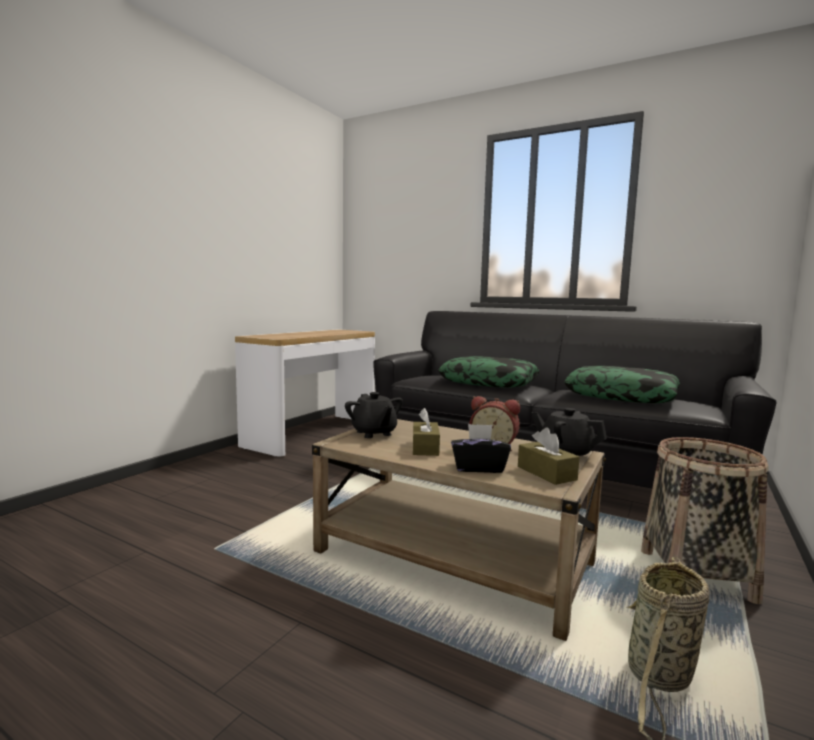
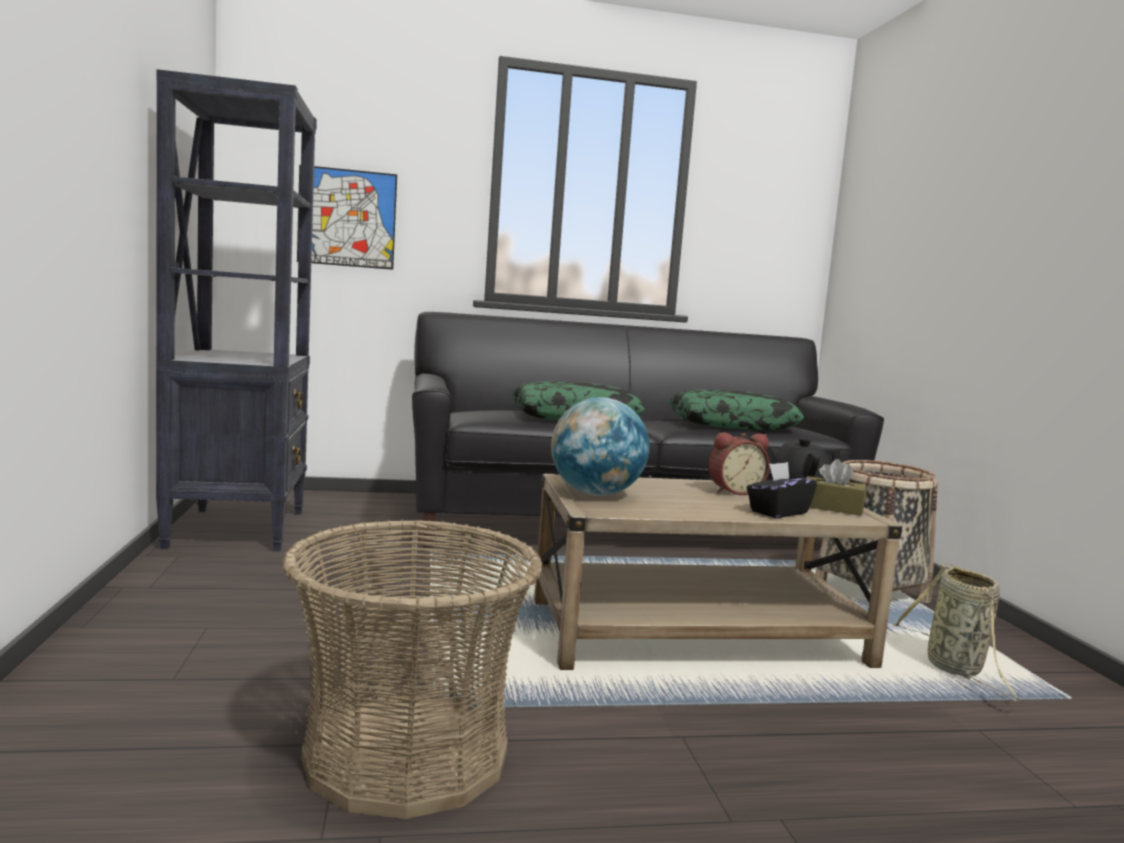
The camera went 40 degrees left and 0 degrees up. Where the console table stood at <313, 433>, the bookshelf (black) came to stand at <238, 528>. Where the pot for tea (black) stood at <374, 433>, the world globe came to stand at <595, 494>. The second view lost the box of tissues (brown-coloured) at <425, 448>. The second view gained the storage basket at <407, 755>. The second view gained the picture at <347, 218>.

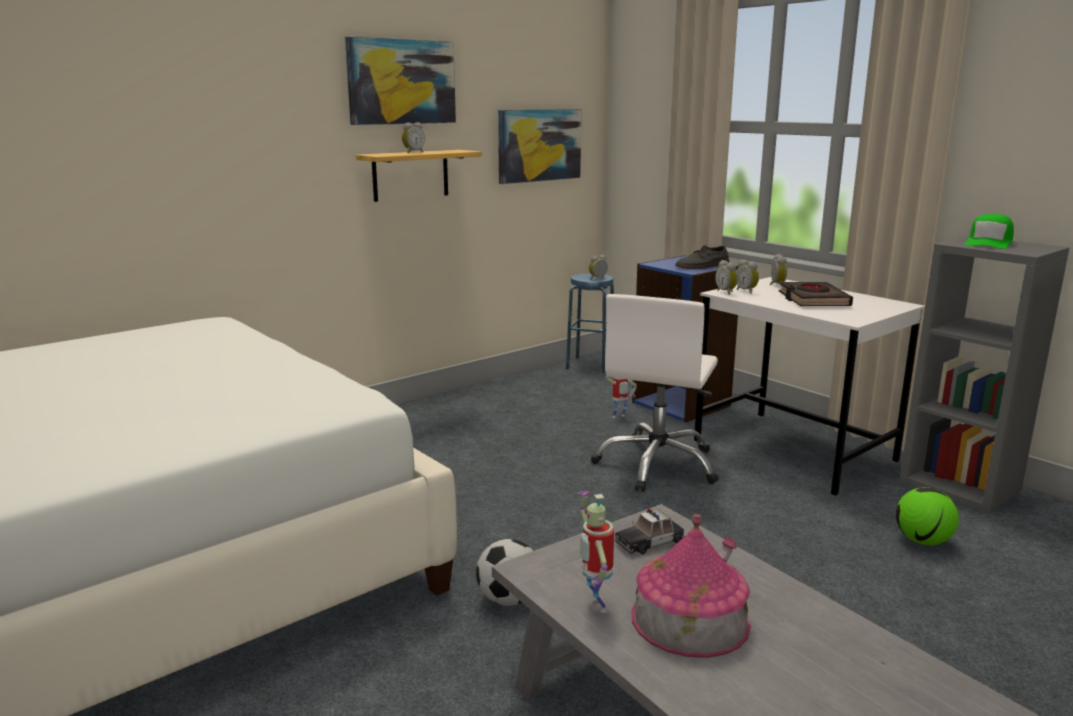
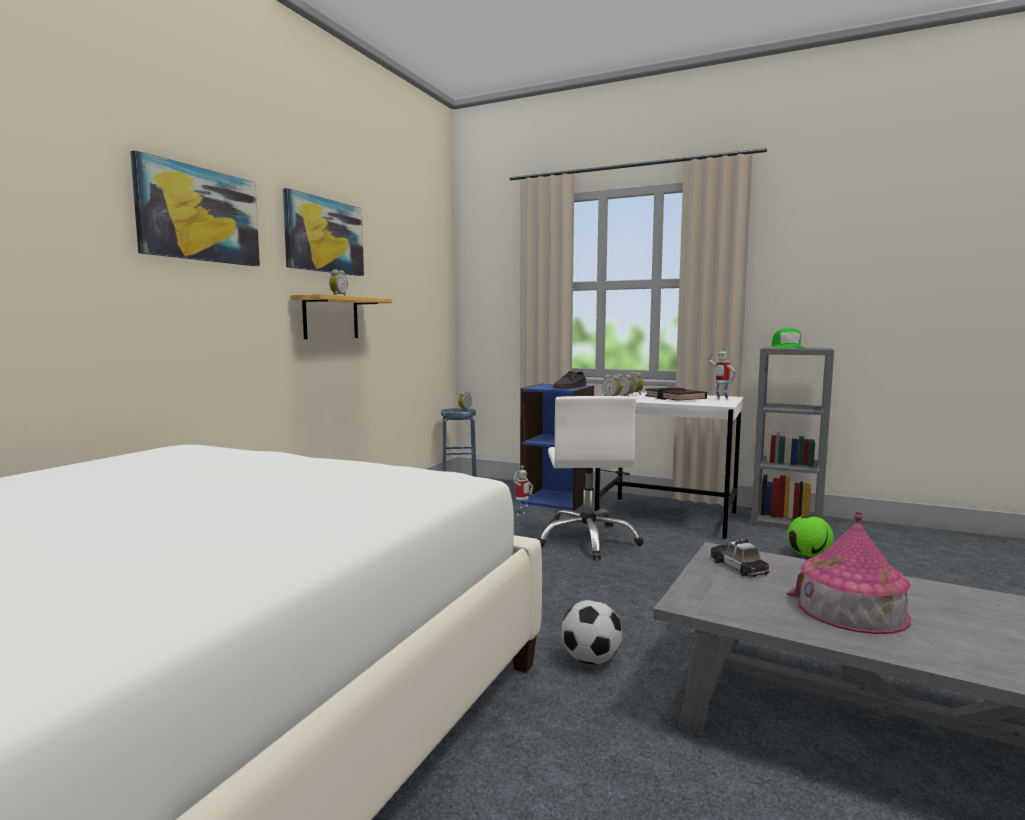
The camera went 25 degrees left and 10 degrees down. The picture ended up elsewhere, having gone from <539, 145> to <199, 214>. The toy robot ended up elsewhere, having gone from <595, 604> to <721, 399>. The model car at <649, 541> ended up facing another way, 120 degrees clockwise from before.

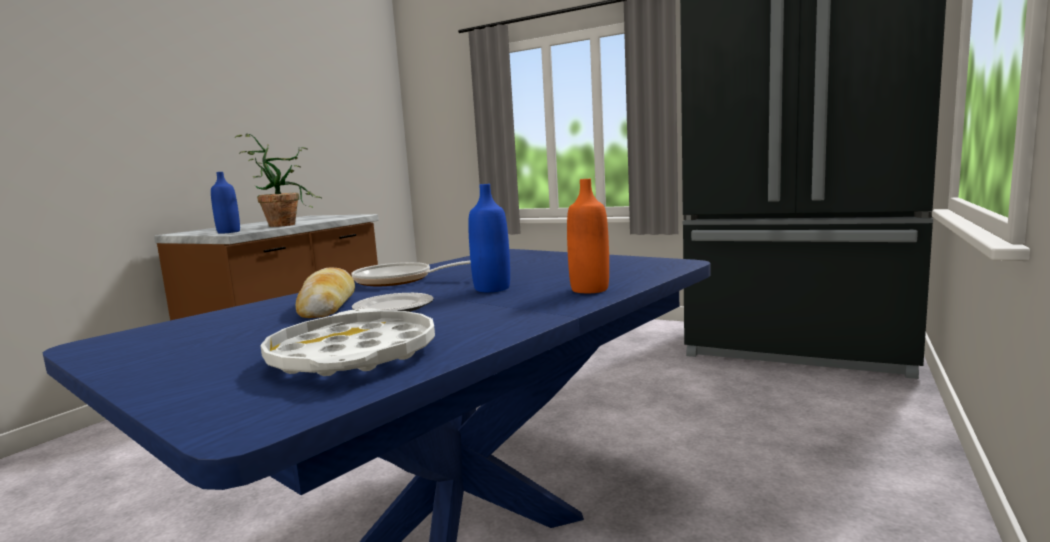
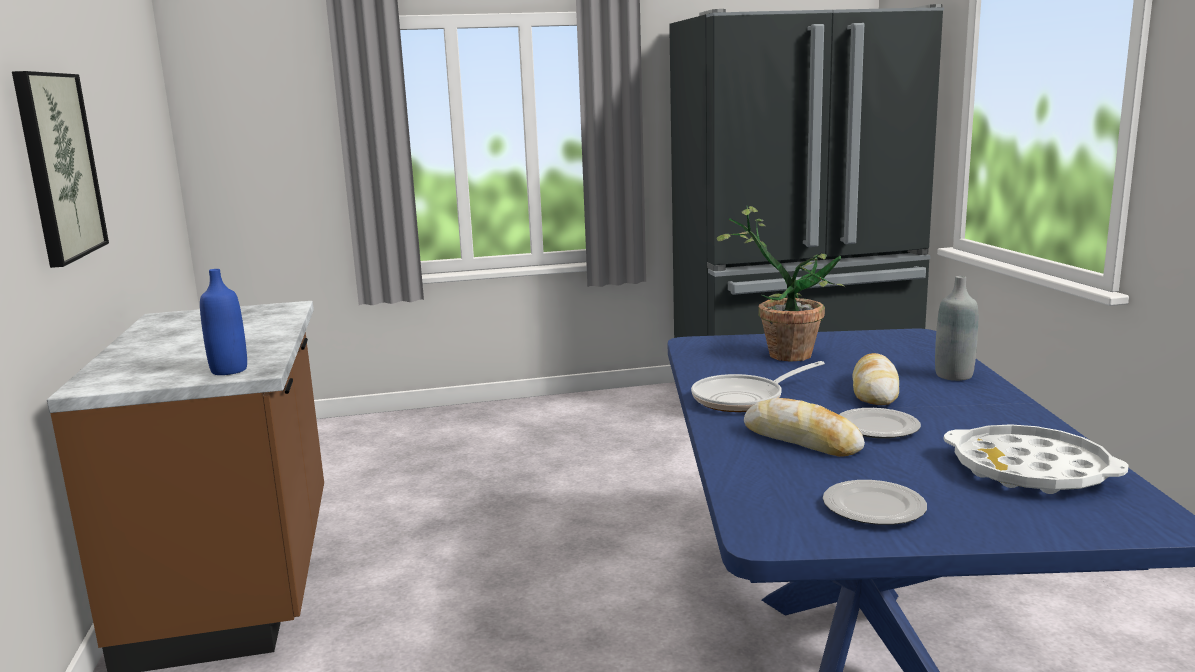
The camera went 40 degrees left and 5 degrees up. The potted plant ended up elsewhere, having gone from <285, 224> to <780, 353>. Where the bottle (bluish) stood at <492, 288>, the bakery bread came to stand at <874, 390>. What was the bottle (orange-coloured) at <589, 289> turned into the bottle (gray) at <953, 375>. The second view gained the picture at <58, 166>. The second view gained the flat dish at <872, 508>.

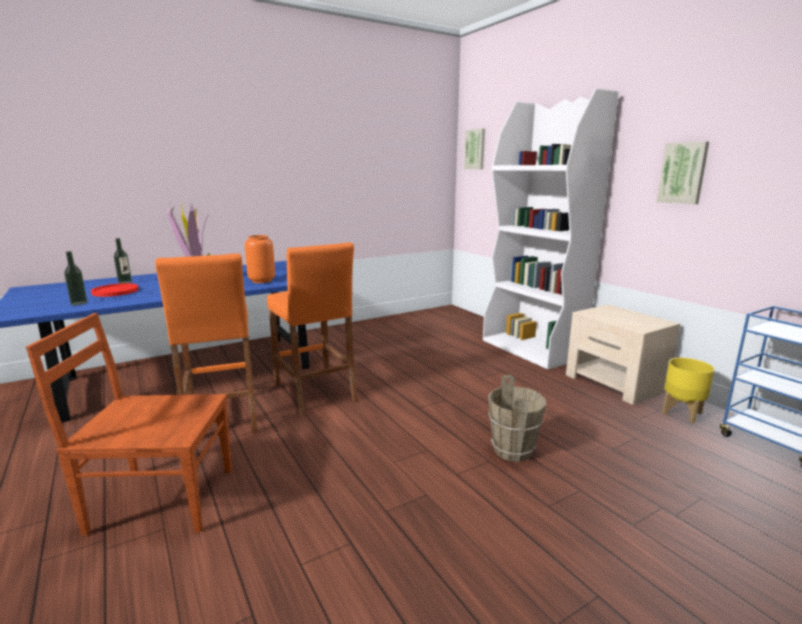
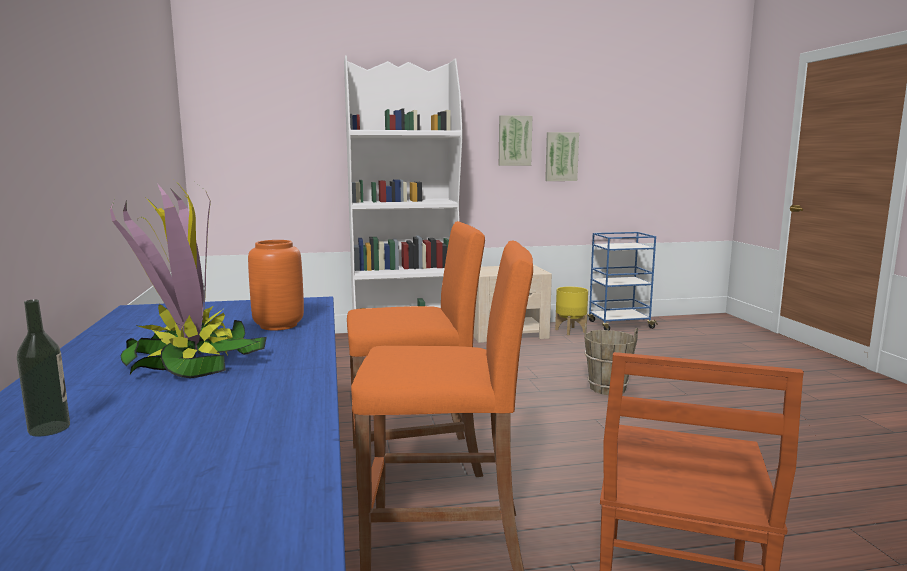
The camera went 70 degrees left and 5 degrees down. The second view lost the bottle at <79, 303>. The second view lost the flat dish (reddish) at <115, 291>. The picture ended up elsewhere, having gone from <475, 149> to <561, 156>.

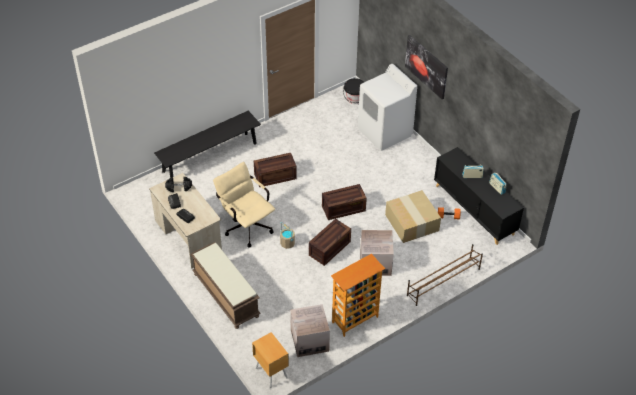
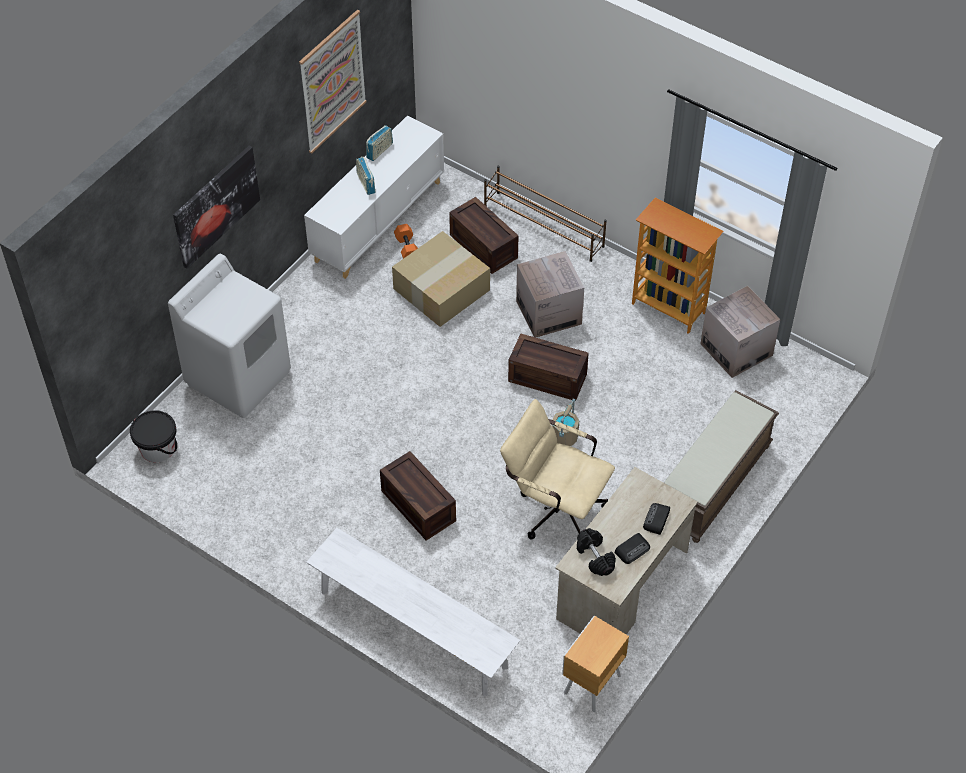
The camera went 110 degrees left and 5 degrees up. What was the bench (black) at <210, 157> turned into the bench (white-coloured) at <413, 629>. The desk chair (beige-coloured) at <246, 225> ended up facing another way, 90 degrees clockwise from before. The bedside table (brown-coloured) ended up elsewhere, having gone from <271, 372> to <590, 685>. The packing crate ended up elsewhere, having gone from <343, 209> to <485, 246>. What was the cupboard (black) at <474, 210> turned into the cupboard (white-coloured) at <378, 221>. The second view gained the picture at <332, 82>.

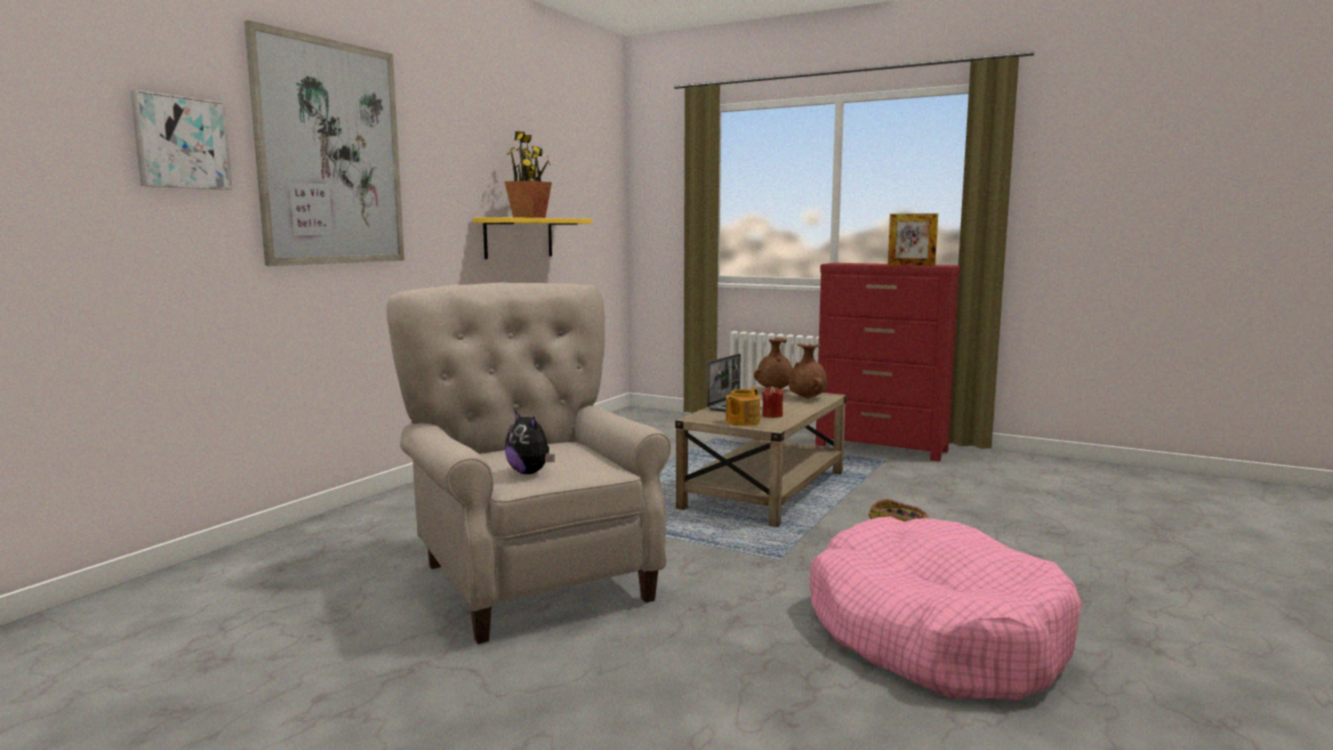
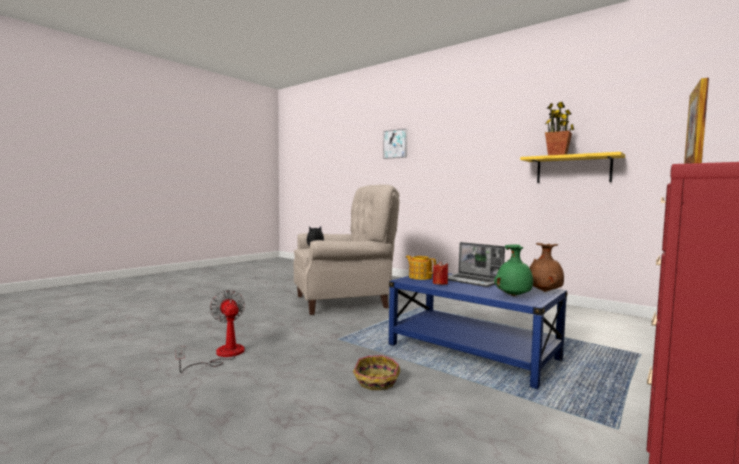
The camera went 100 degrees right and 5 degrees down. The second view lost the picture at <330, 153>. What was the coffee table (beige-coloured) at <765, 490> turned into the coffee table (bluish) at <472, 352>. What was the flower vase (brown-coloured) at <808, 398> turned into the flower vase (green) at <514, 296>. Where the dog bed (pink) stood at <934, 635>, the cooling fan came to stand at <222, 355>.

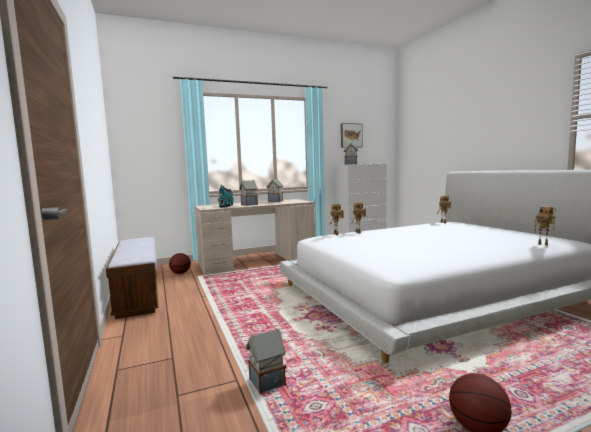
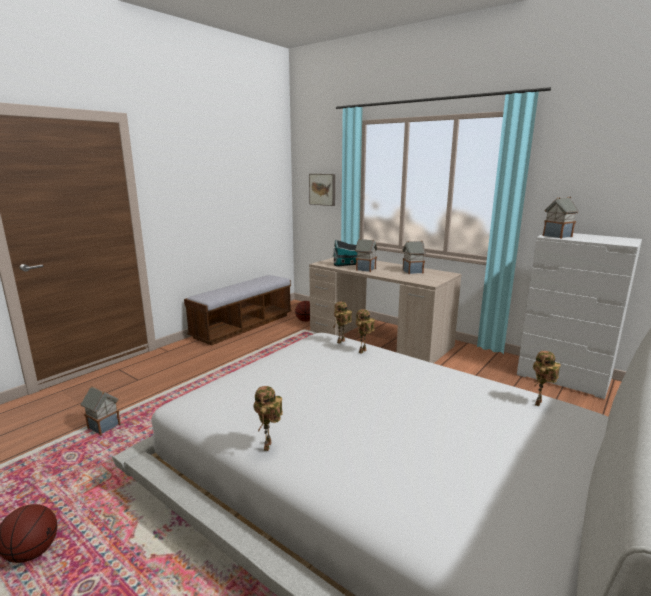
The camera went 60 degrees right and 10 degrees up. The picture ended up elsewhere, having gone from <351, 135> to <323, 189>. The toy robot ended up elsewhere, having gone from <543, 244> to <269, 447>.

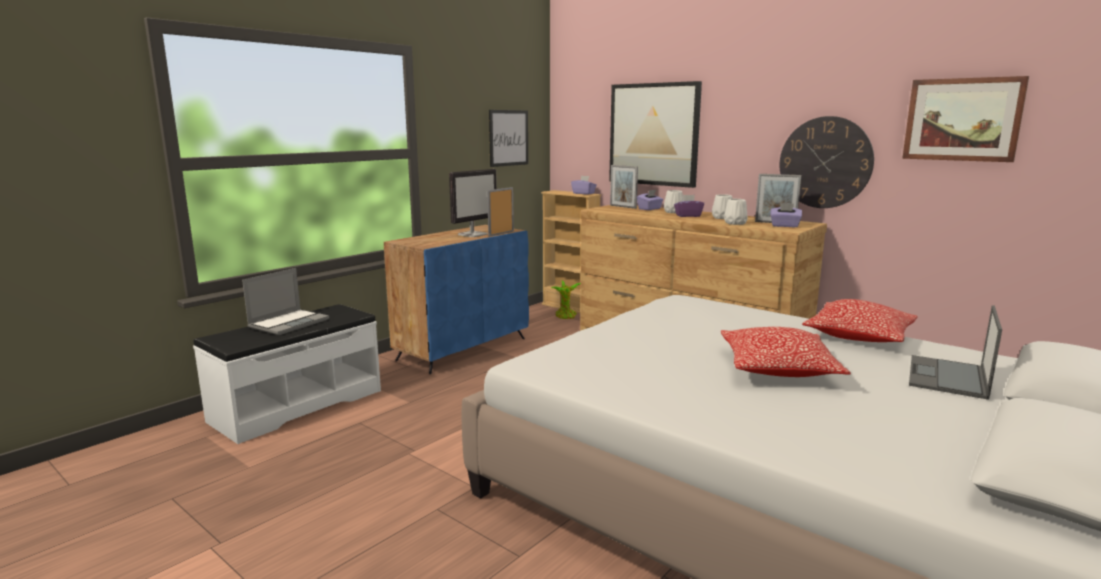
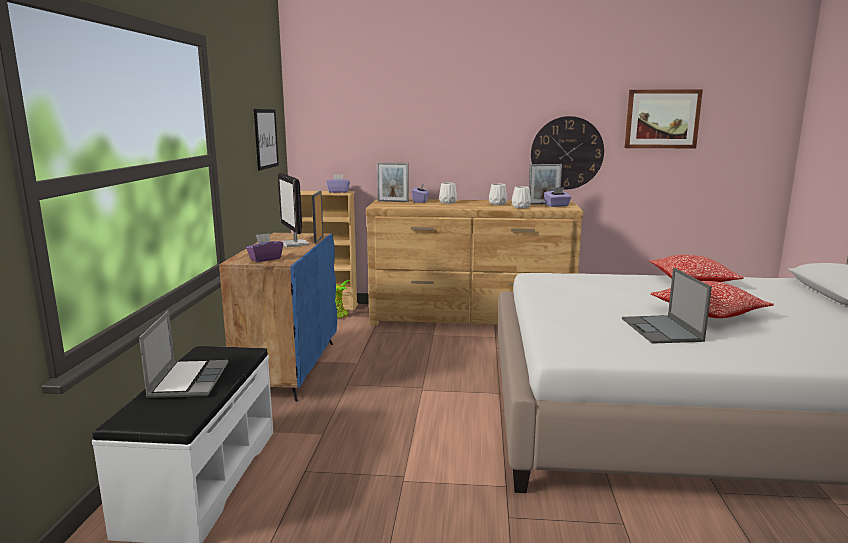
The camera went 35 degrees left and 0 degrees up. The computer screen at <473, 234> ended up facing another way, 150 degrees clockwise from before. The second view lost the picture at <654, 134>. The box of tissues (purplish) ended up elsewhere, having gone from <688, 216> to <265, 259>. The notebook computer ended up elsewhere, having gone from <948, 377> to <662, 330>.

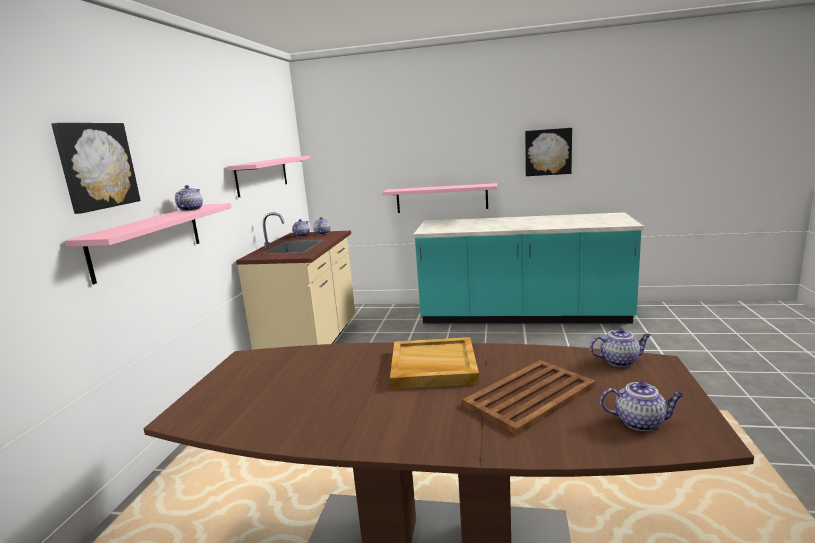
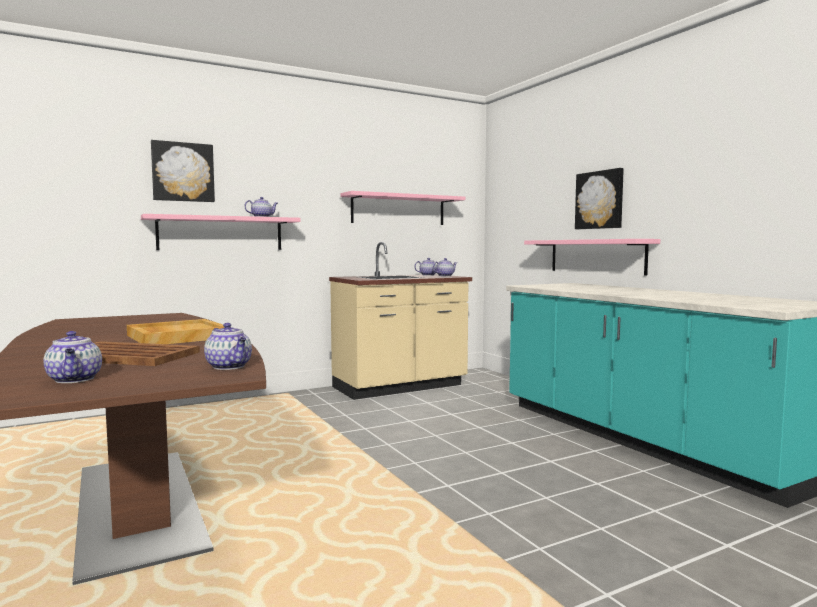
The camera went 50 degrees right and 10 degrees down. The picture ended up elsewhere, having gone from <548, 152> to <600, 200>.

